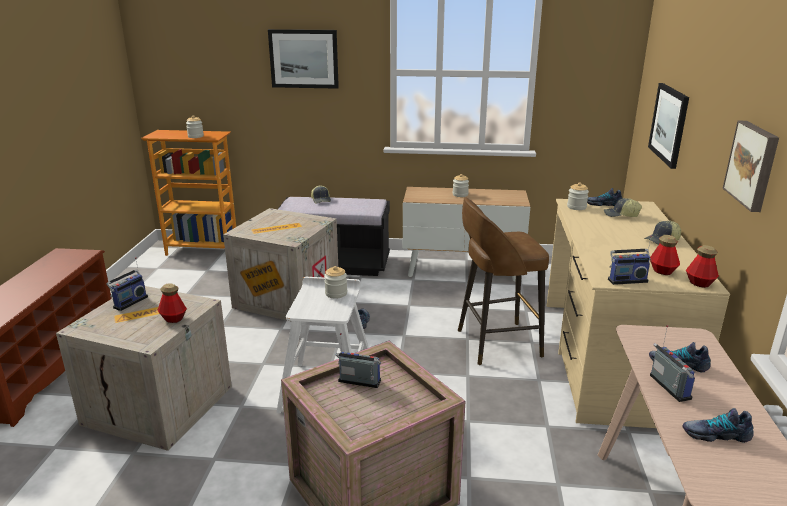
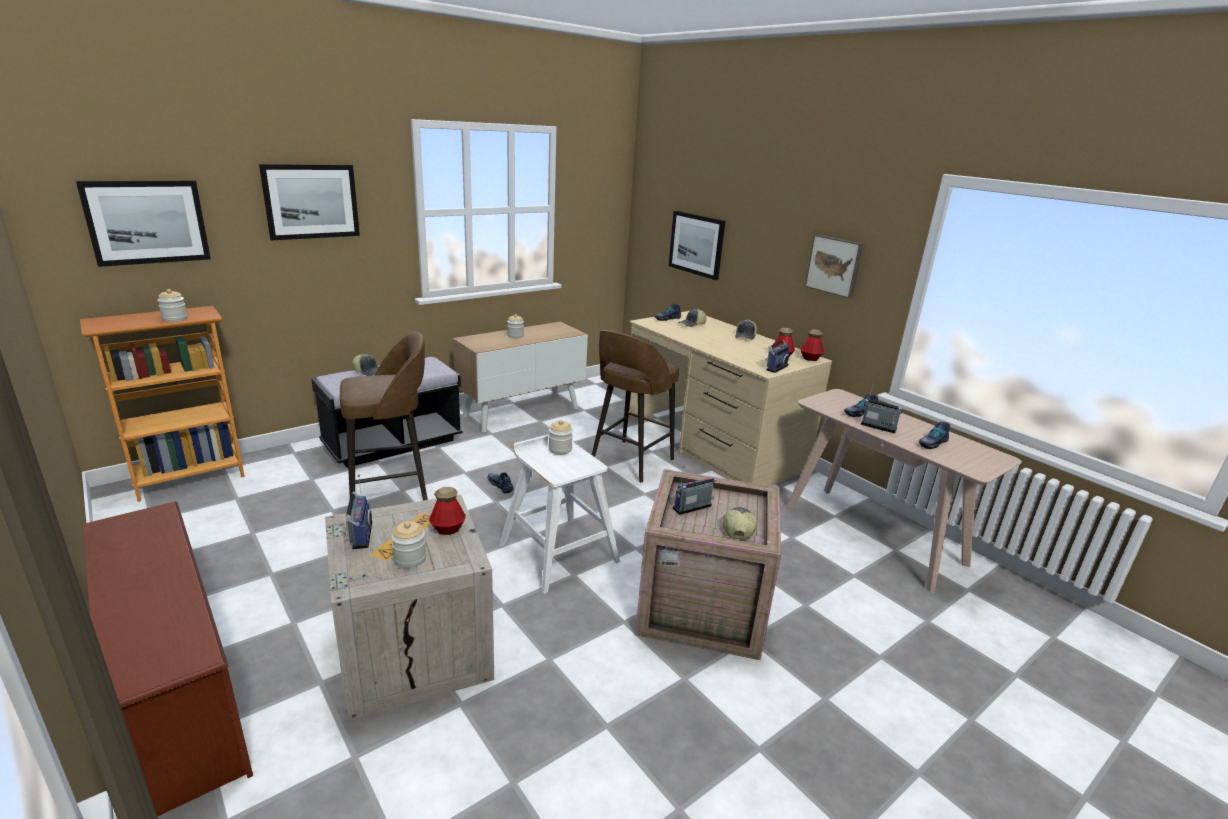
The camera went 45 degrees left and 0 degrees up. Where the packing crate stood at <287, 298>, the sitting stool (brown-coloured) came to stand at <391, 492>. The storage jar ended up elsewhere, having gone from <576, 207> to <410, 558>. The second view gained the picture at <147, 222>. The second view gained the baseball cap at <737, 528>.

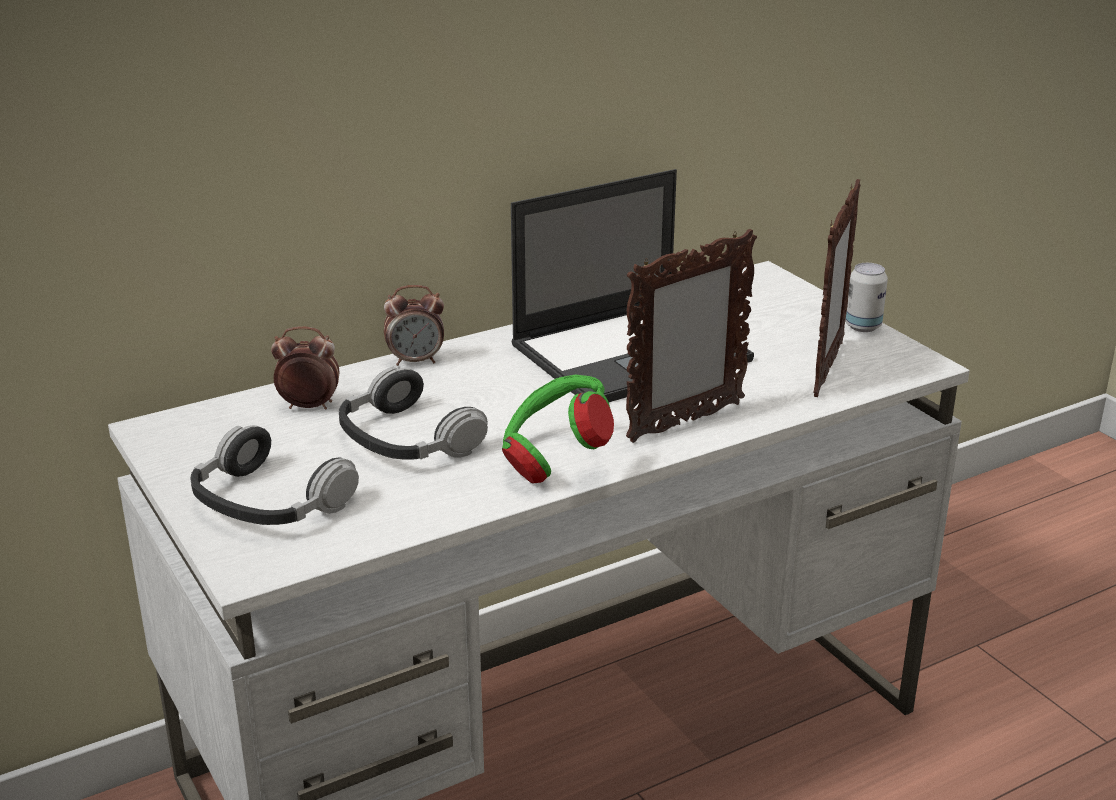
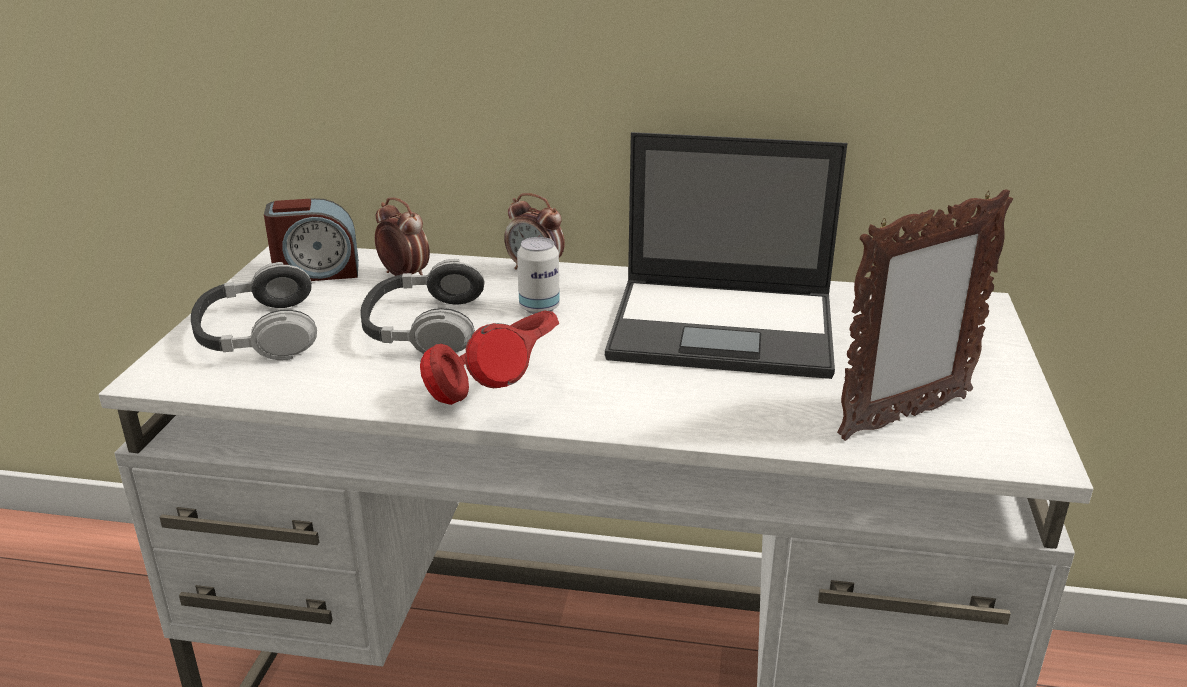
The camera went 40 degrees right and 0 degrees up. What was the headphones (green) at <554, 460> turned into the headphones (reddish) at <498, 392>. The second view lost the photo frame at <684, 422>. The metal can ended up elsewhere, having gone from <863, 326> to <539, 308>. The second view gained the alarm clock at <317, 272>.

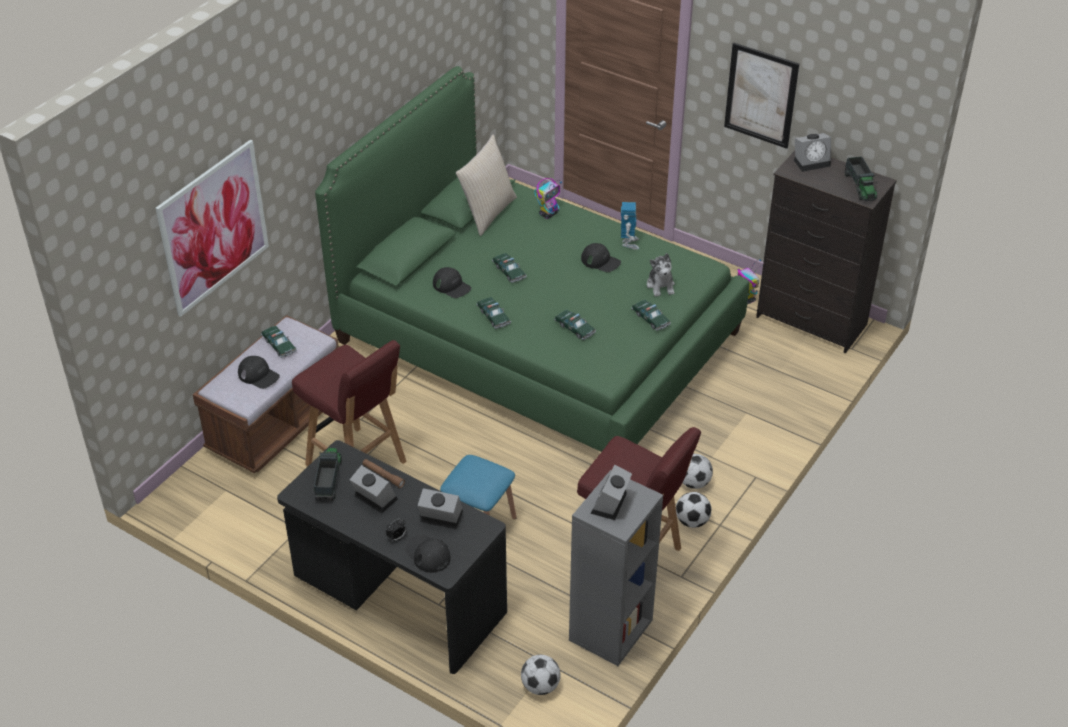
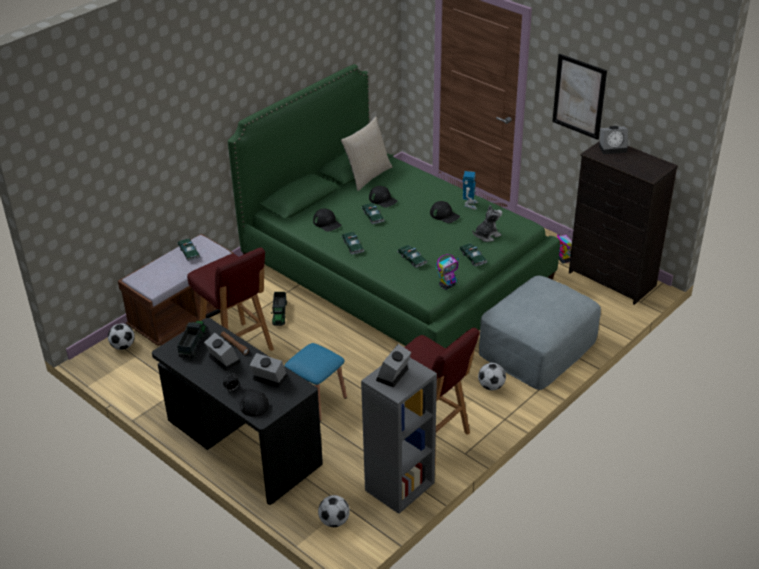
The camera went 10 degrees right and 5 degrees down. The second view lost the picture at <213, 227>. The baseball cap (black) ended up elsewhere, having gone from <258, 375> to <383, 200>. The toy robot ended up elsewhere, having gone from <548, 214> to <447, 285>. The plush toy at <660, 285> ended up facing another way, 120 degrees counterclockwise from before. The football ball ended up elsewhere, having gone from <692, 521> to <123, 346>. The toy truck ended up elsewhere, having gone from <860, 186> to <279, 314>. The second view gained the pouffe (gray) at <537, 348>.

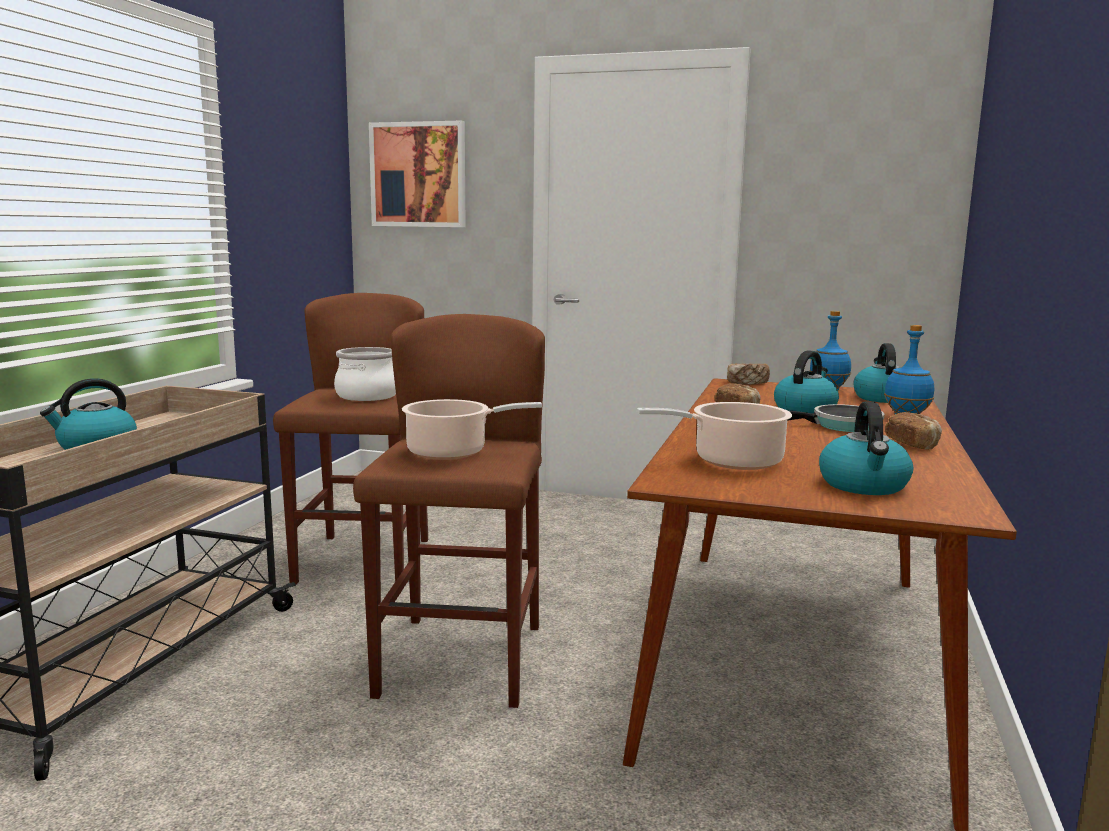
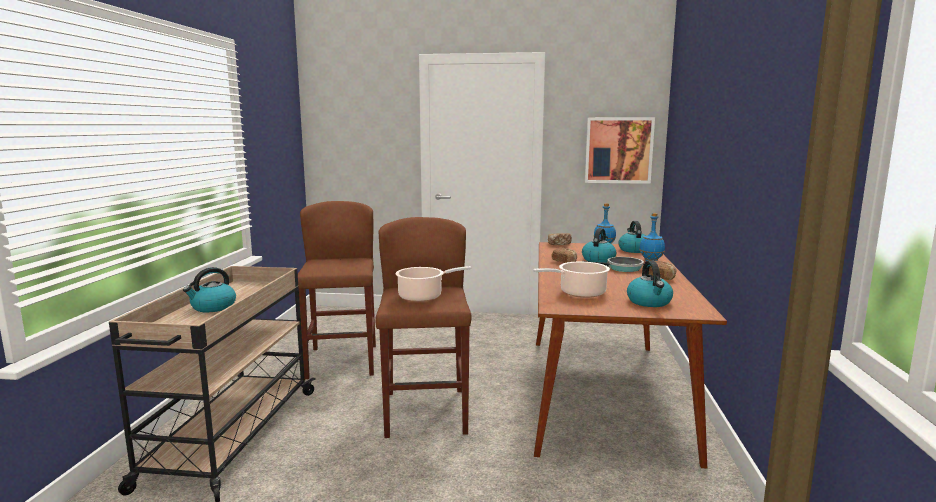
The camera went 10 degrees left and 0 degrees up. The second view lost the saucepot at <368, 396>. The picture ended up elsewhere, having gone from <418, 175> to <618, 150>.

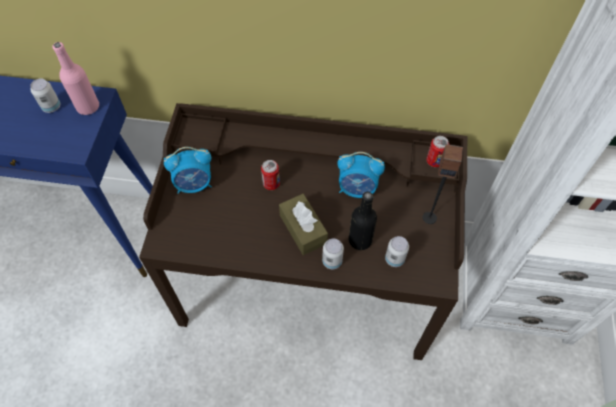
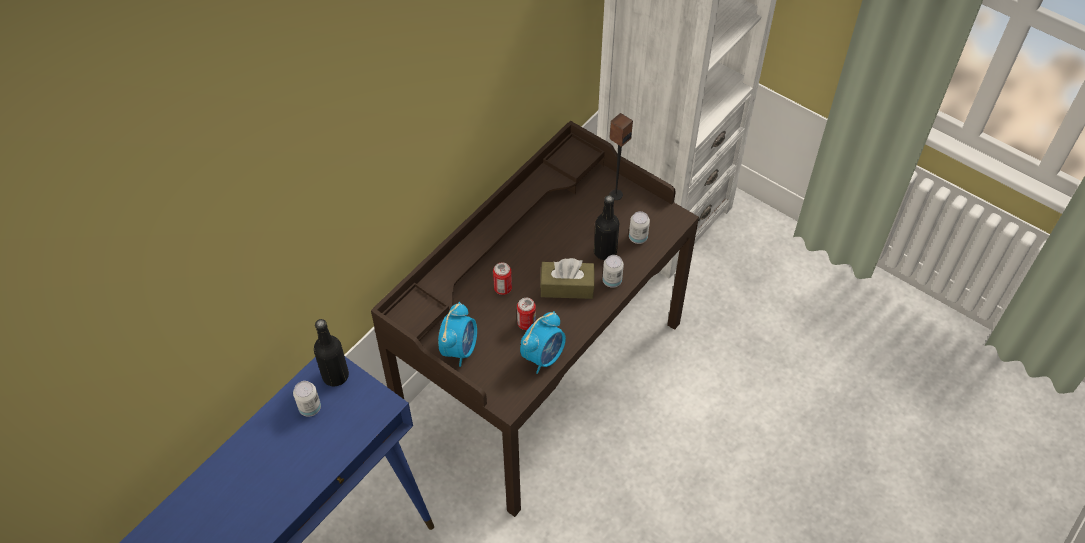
The camera went 60 degrees left and 5 degrees down. What was the bottle (pink) at <88, 107> turned into the bottle (black) at <335, 376>. The alarm clock ended up elsewhere, having gone from <357, 189> to <543, 356>. The metal can ended up elsewhere, having gone from <434, 161> to <526, 323>.

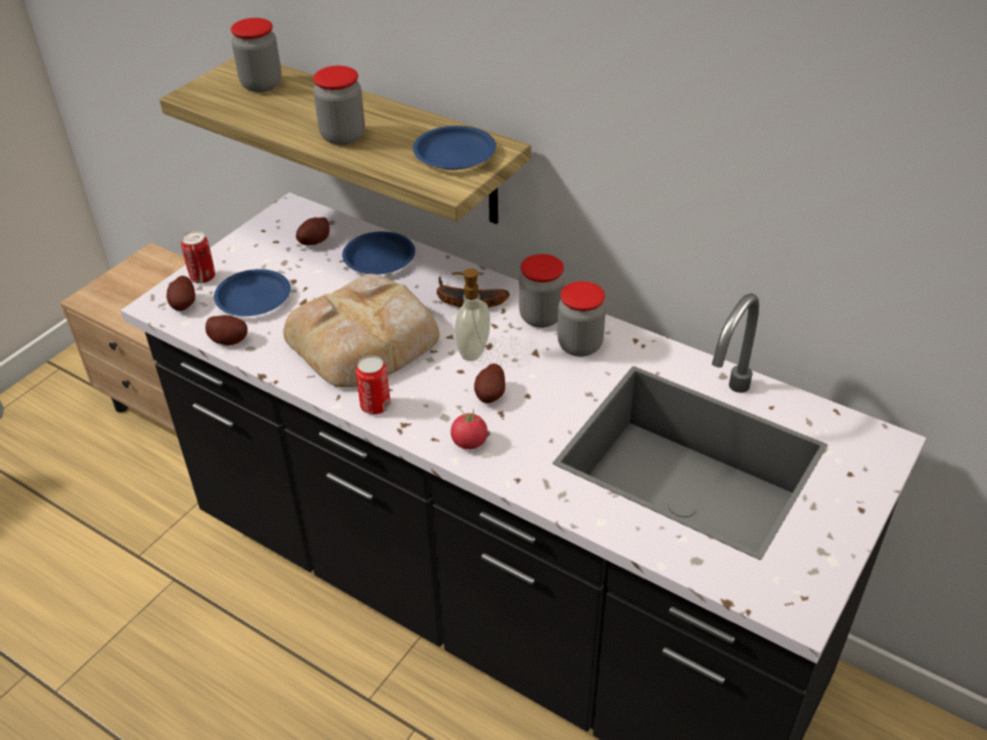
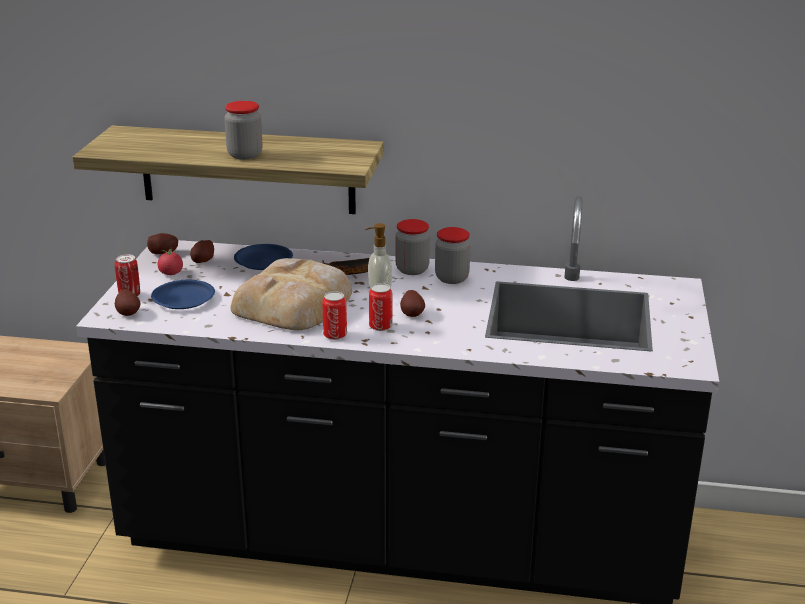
The camera went 25 degrees left and 15 degrees down. The whole potato ended up elsewhere, having gone from <229, 340> to <164, 252>. The second view lost the storage jar at <261, 84>. The second view lost the flat dish (bluish) at <454, 154>. The tomato ended up elsewhere, having gone from <469, 442> to <171, 273>. The second view gained the metal can at <380, 326>.

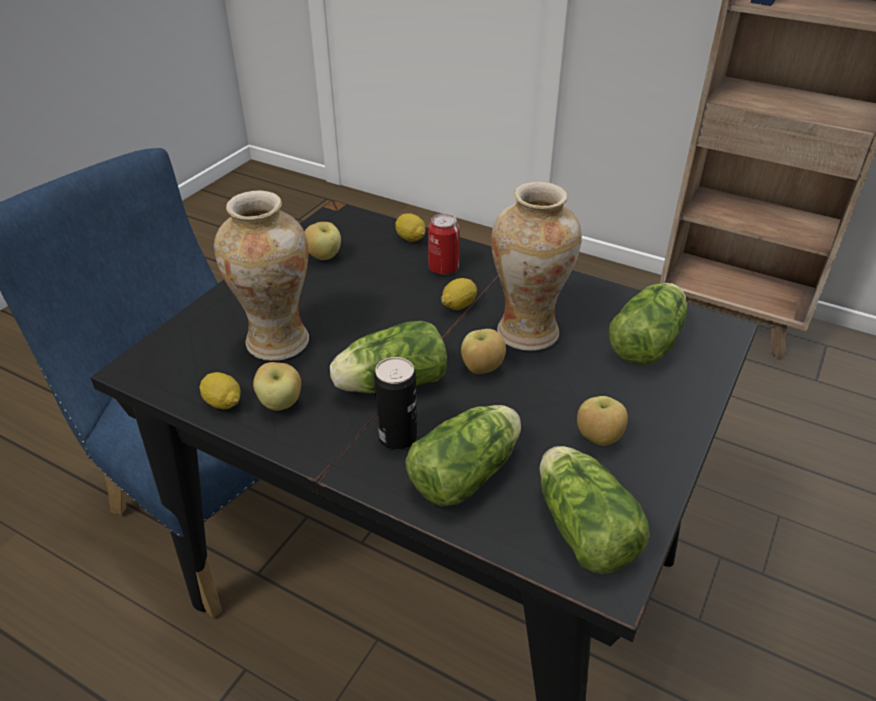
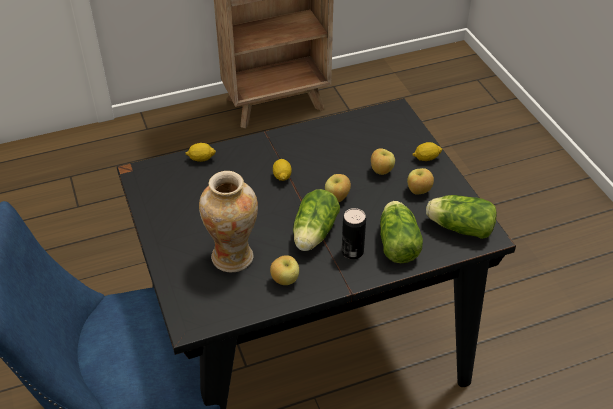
The camera went 50 degrees left and 5 degrees up. The lemon ended up elsewhere, having gone from <223, 403> to <426, 158>. The apple ended up elsewhere, having gone from <324, 257> to <381, 171>. The second view lost the metal can at <443, 268>. The second view lost the flower vase at <527, 332>. The second view lost the lettuce head at <648, 341>.

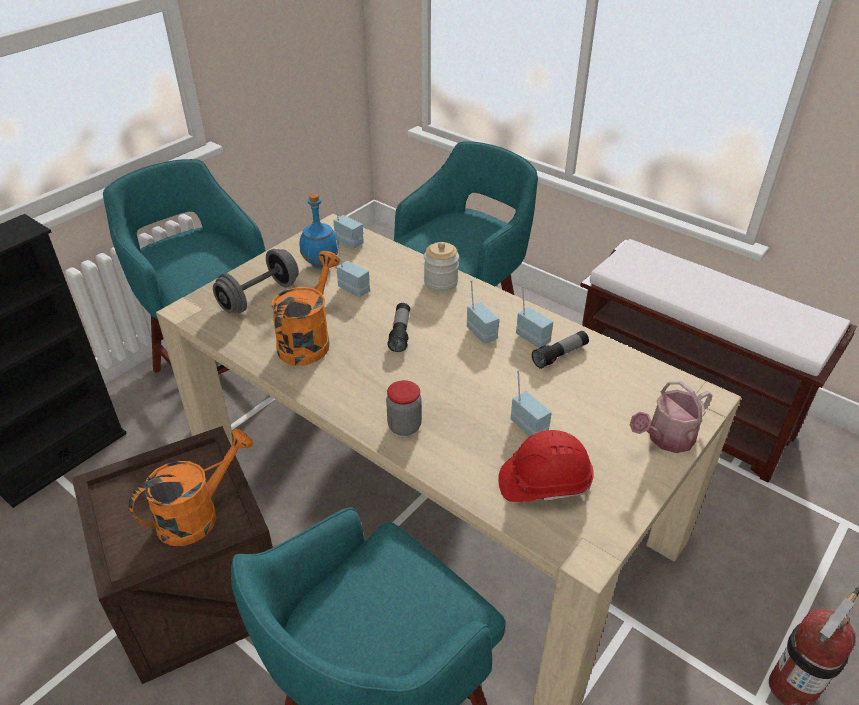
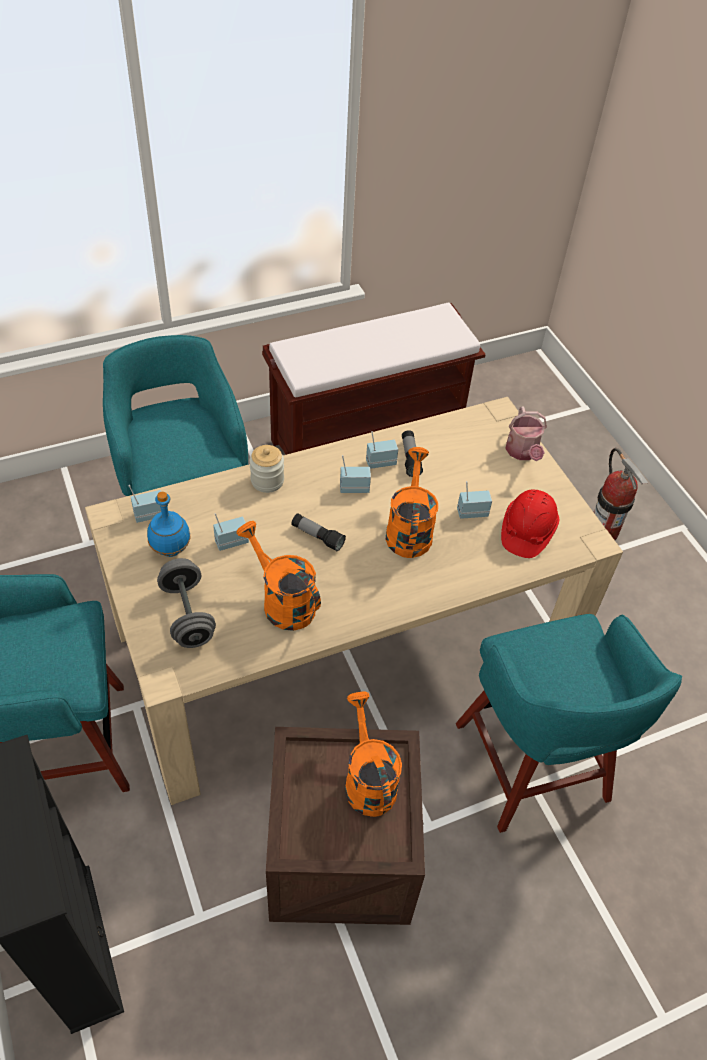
The camera went 65 degrees left and 10 degrees up. The second view lost the storage jar at <404, 426>. The second view gained the watering can (orange-coloured) at <409, 529>.

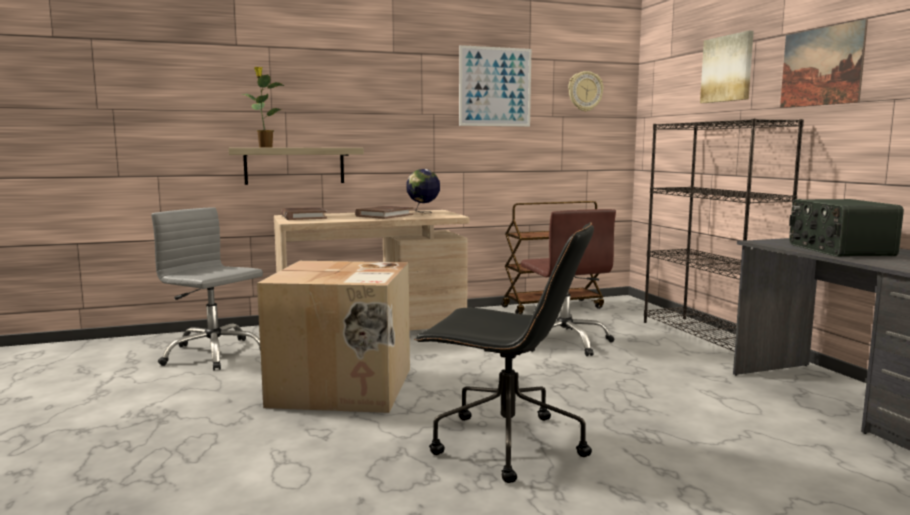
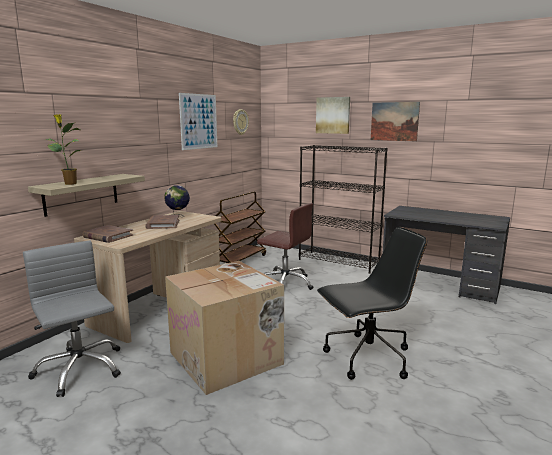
The camera went 40 degrees left and 5 degrees up. The desk chair (gray) at <213, 354> ended up facing another way, 60 degrees clockwise from before. The second view lost the radio set at <838, 250>.

